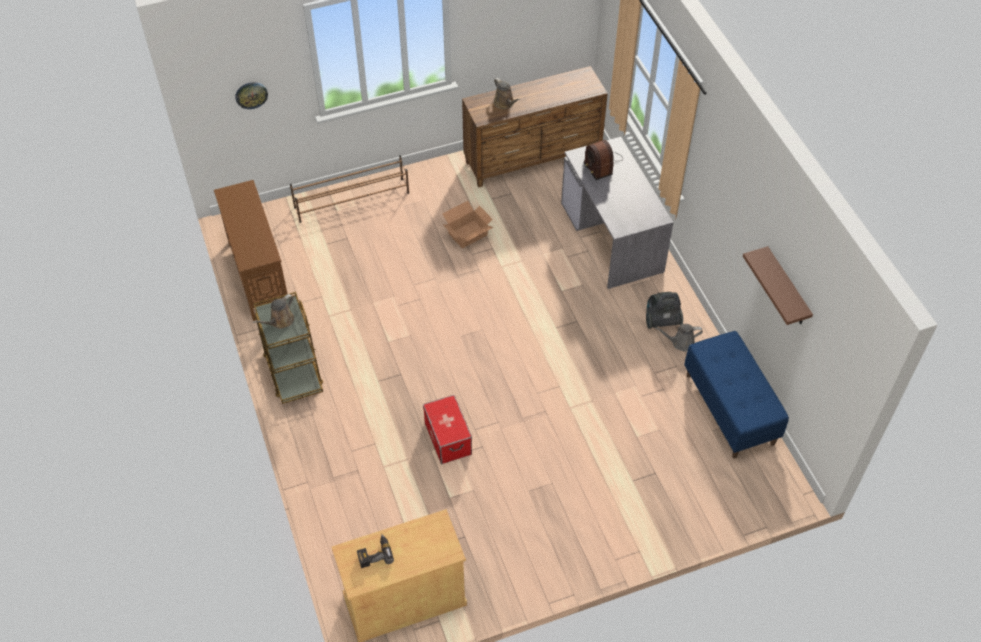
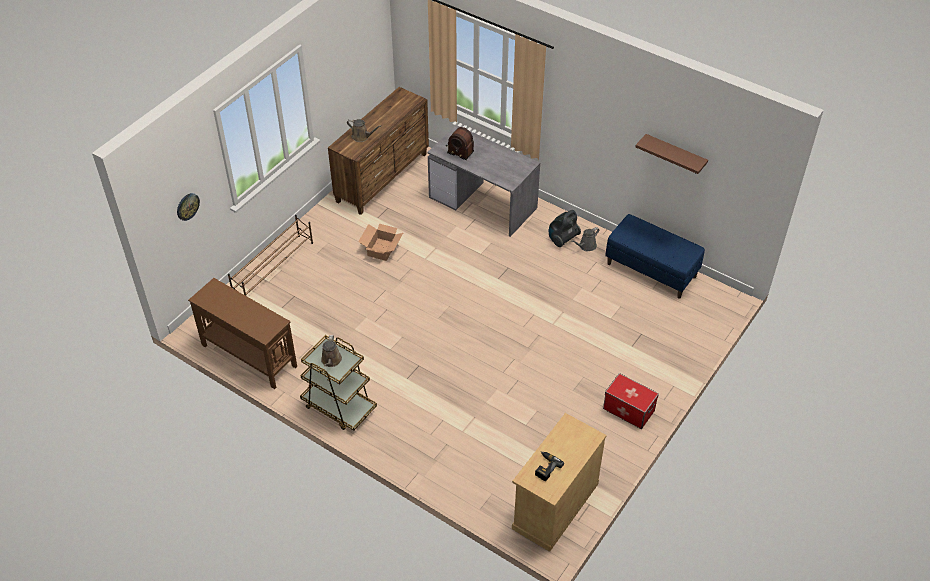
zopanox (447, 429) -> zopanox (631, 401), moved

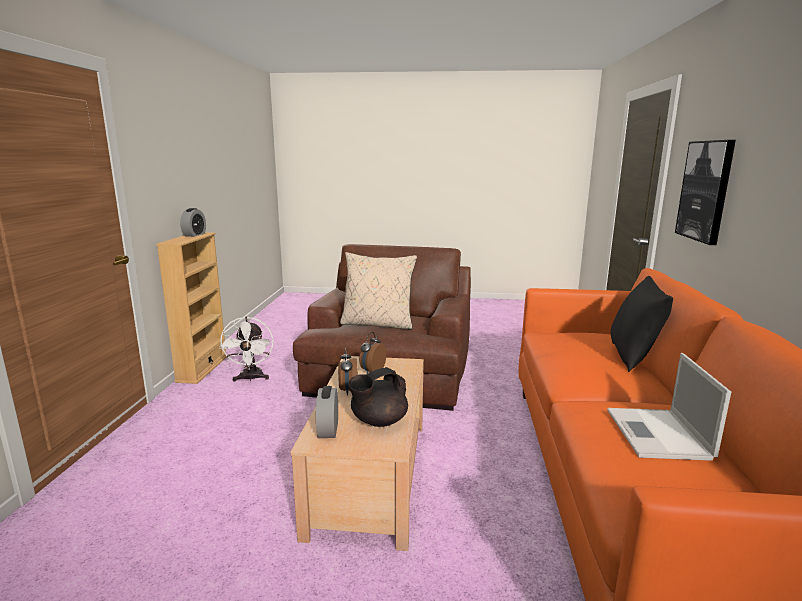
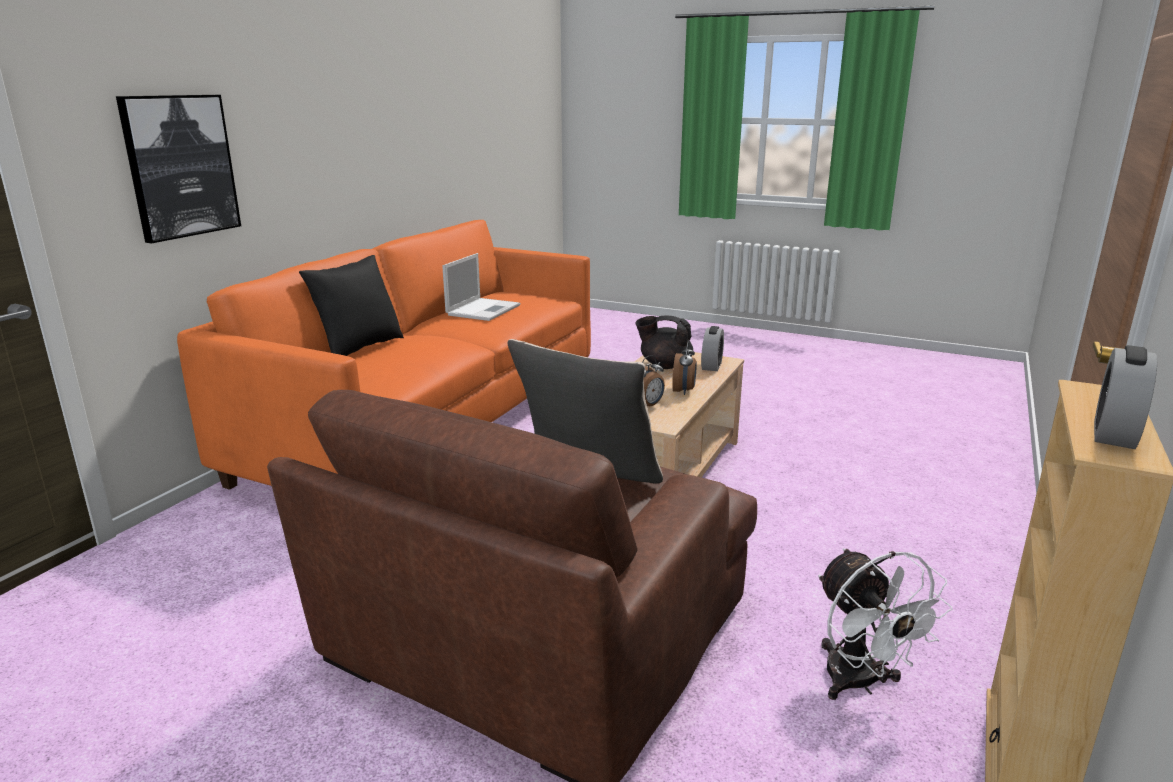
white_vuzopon (246, 349) -> white_vuzopon (885, 624), 150 degrees clockwise
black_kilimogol (378, 397) -> black_kilimogol (664, 342), 150 degrees counterclockwise

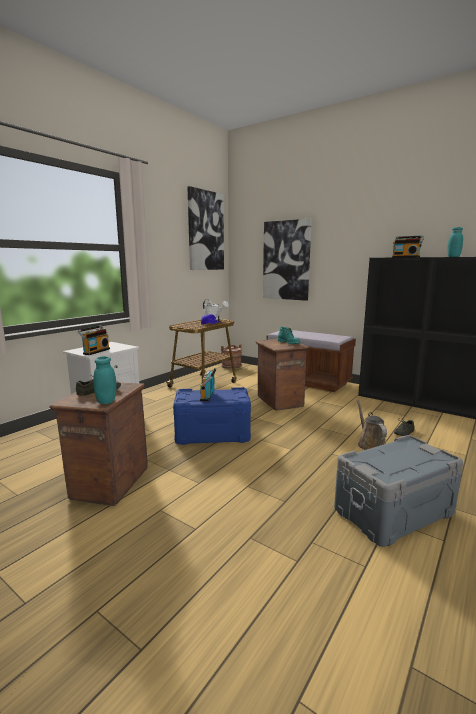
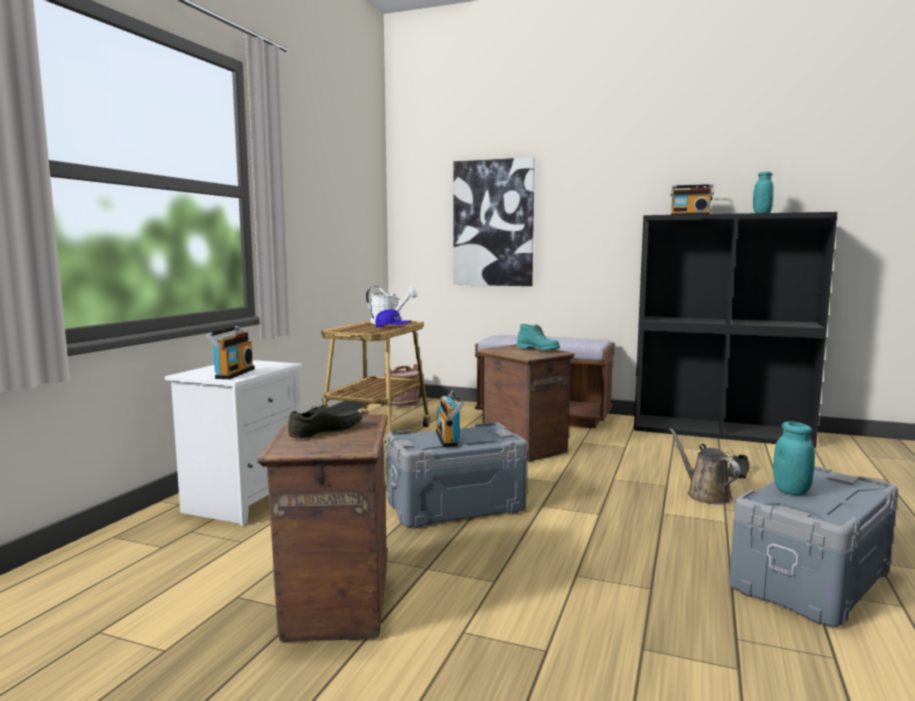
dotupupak (205, 228) -> none
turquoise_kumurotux (105, 380) -> turquoise_kumurotux (794, 459), moved
blue_zopanox (212, 416) -> grey_zopanox (456, 475)

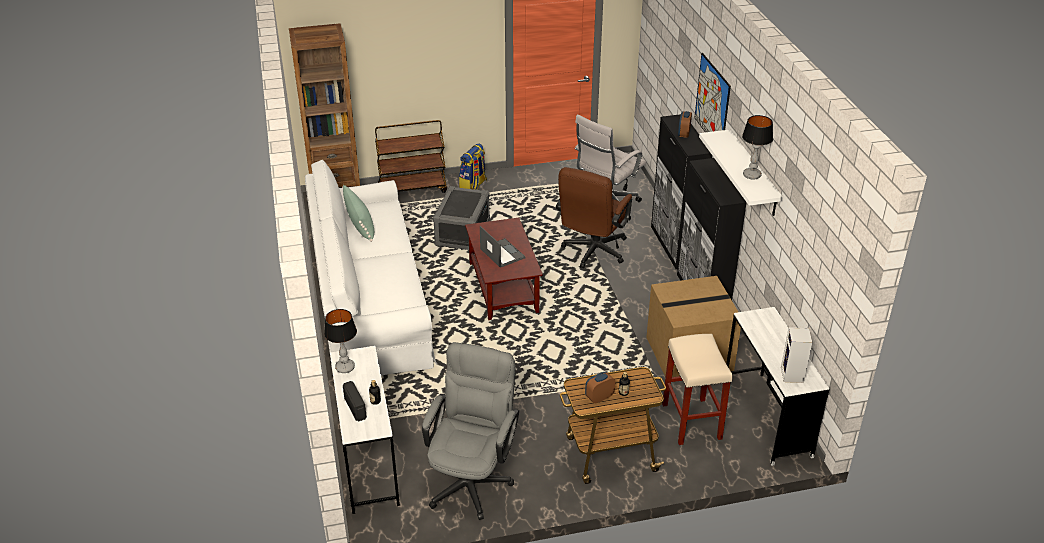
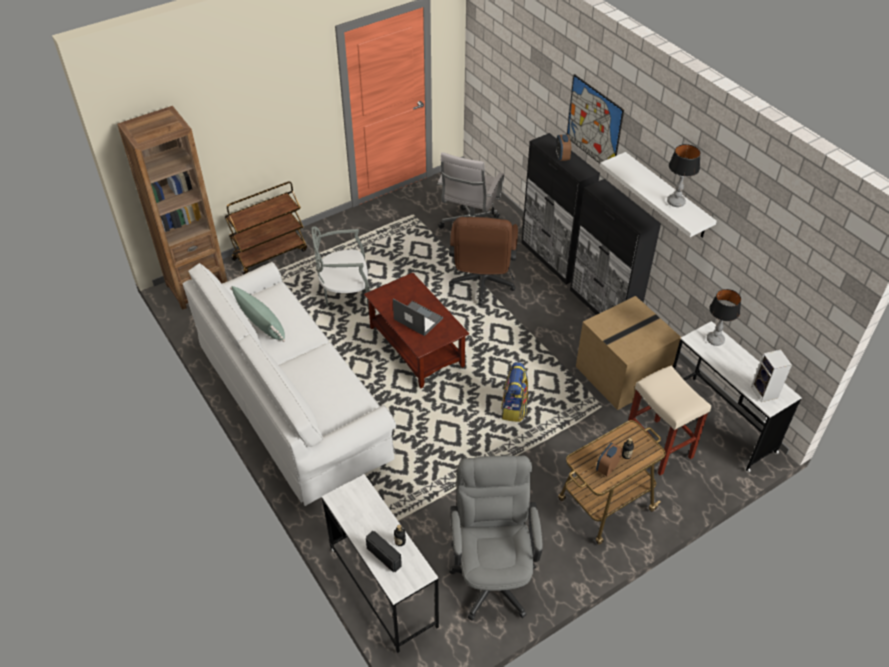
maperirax (340, 341) -> maperirax (724, 317), moved
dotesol (473, 166) -> dotesol (515, 392), moved
grey_zopanox (461, 218) -> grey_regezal (341, 268)

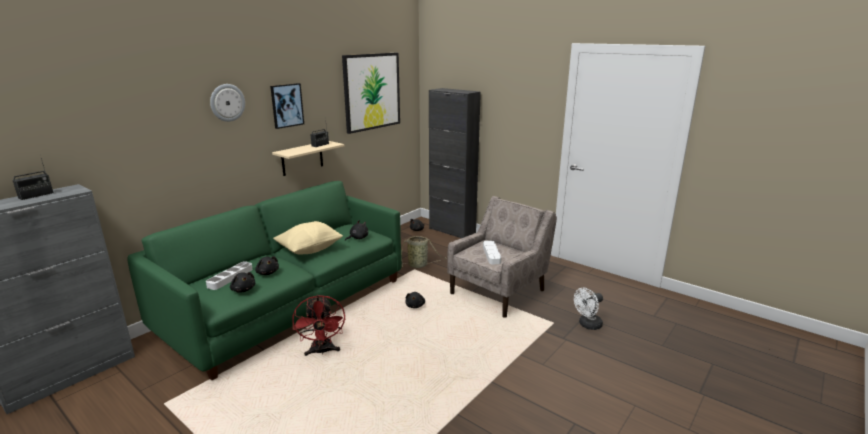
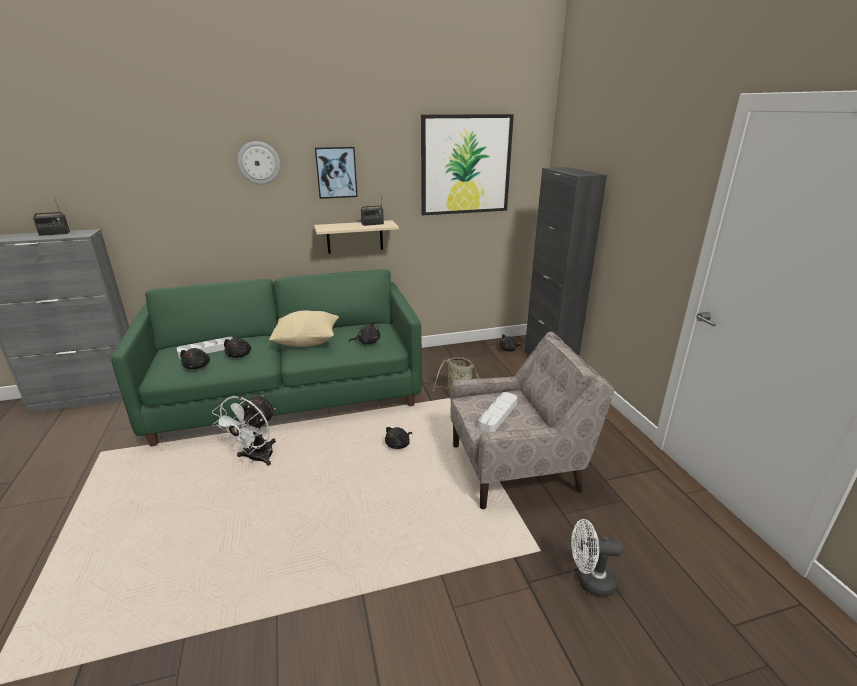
red_vuzopon (319, 325) -> white_vuzopon (244, 430)

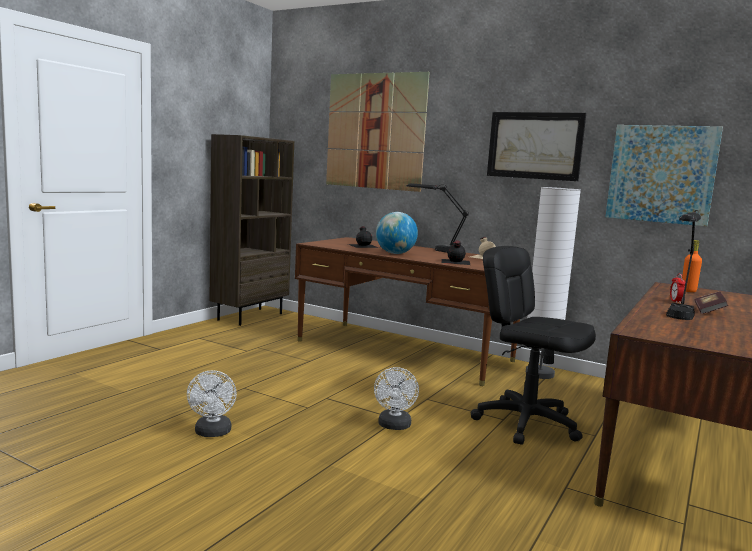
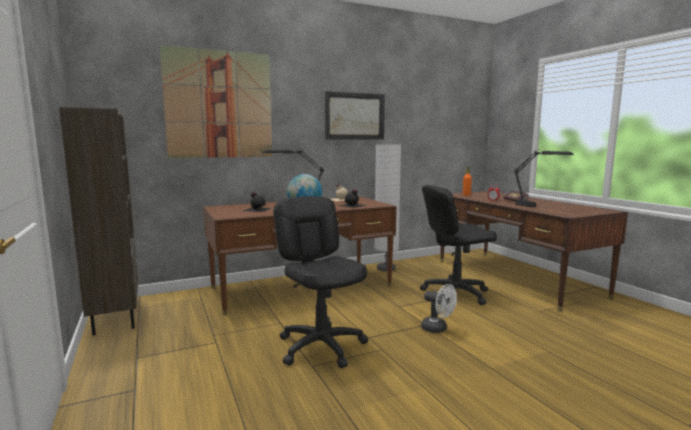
white_vuzopon (212, 403) -> none
dotupupak (664, 175) -> none
none -> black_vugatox (320, 282)

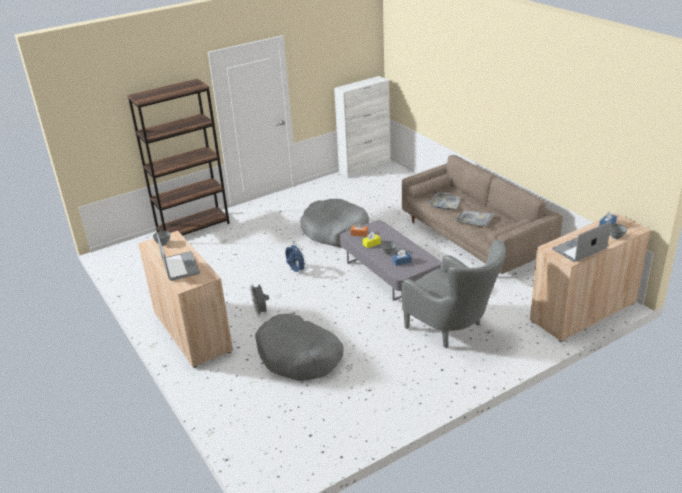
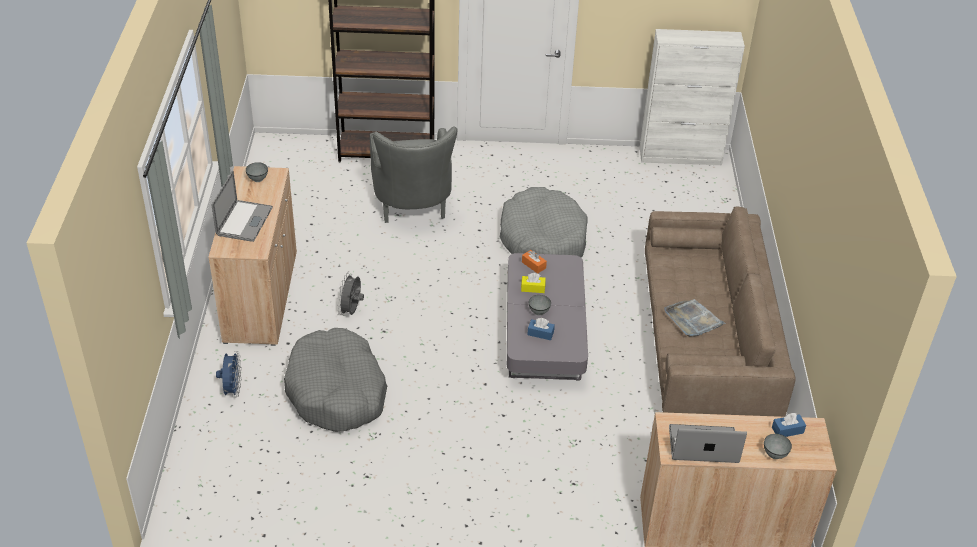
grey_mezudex (445, 201) -> none
blue_vuzopon (296, 257) -> blue_vuzopon (229, 374), moved
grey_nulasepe (453, 294) -> grey_nulasepe (414, 174), moved

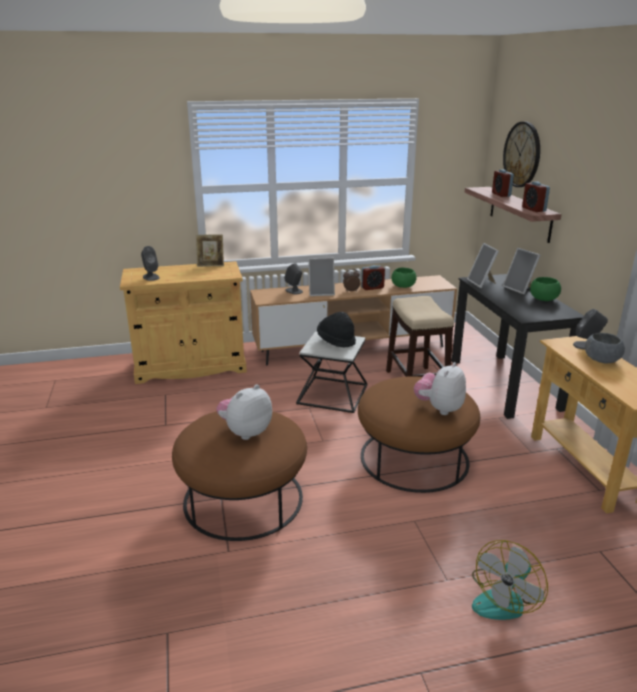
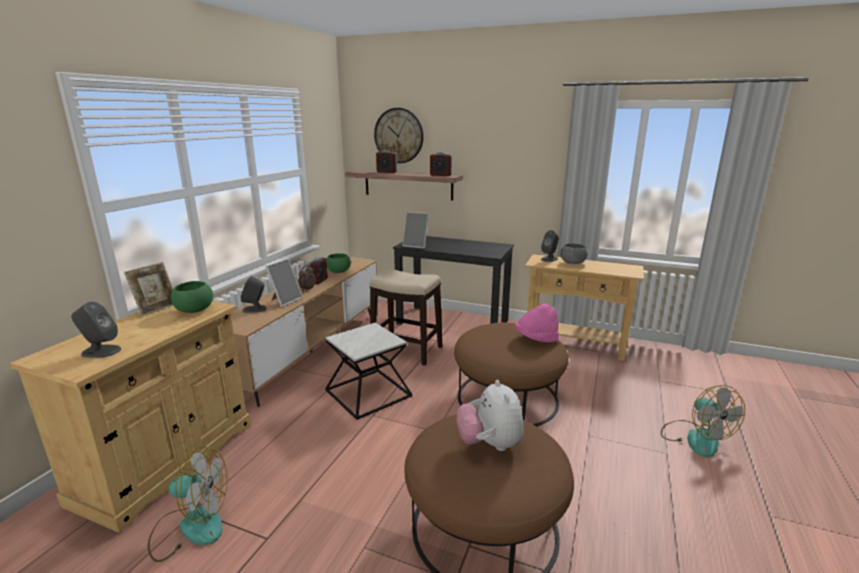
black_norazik (336, 329) -> none
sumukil (521, 271) -> none
none -> vuzopon (188, 504)
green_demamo (545, 289) -> green_demamo (192, 297), moved
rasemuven (440, 388) -> pink_norazik (537, 323)

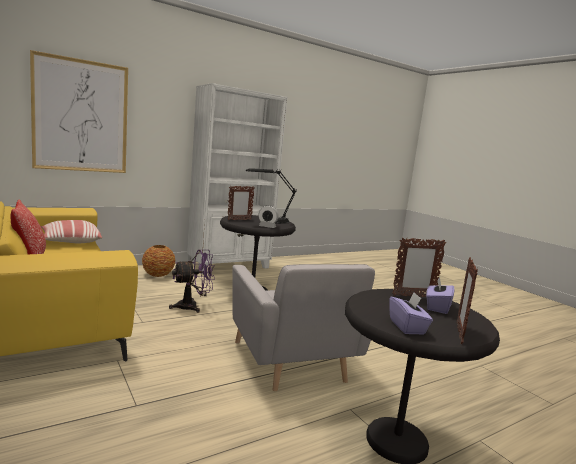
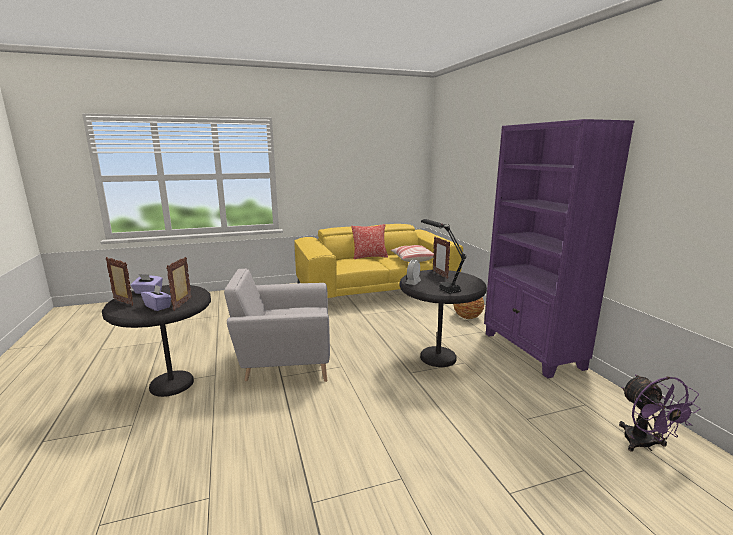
dotupupak (79, 111) -> none
purple_vuzopon (192, 281) -> purple_vuzopon (660, 413), moved
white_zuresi (237, 178) -> purple_zuresi (559, 248)

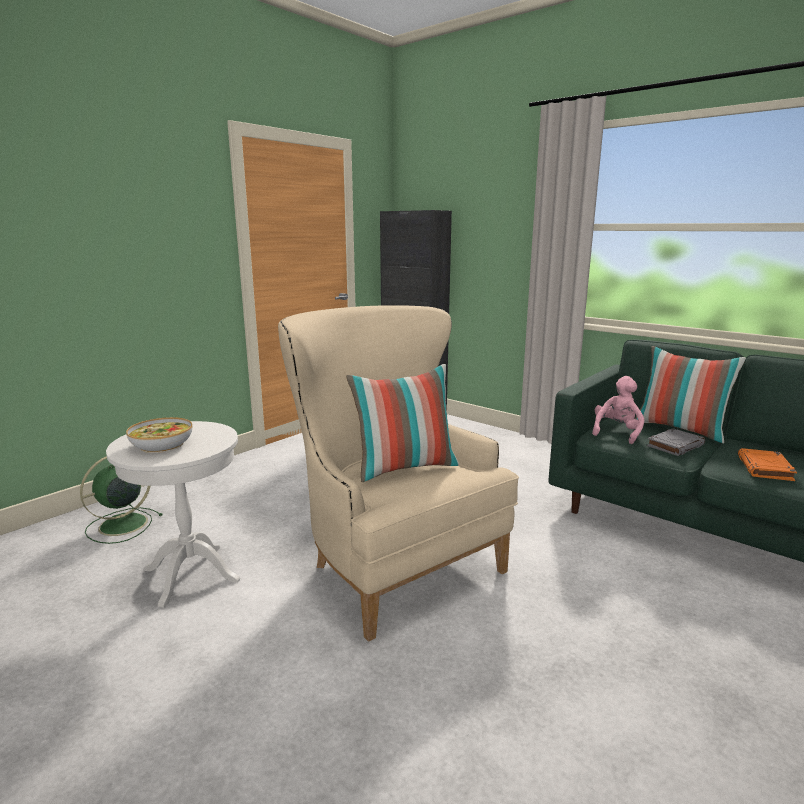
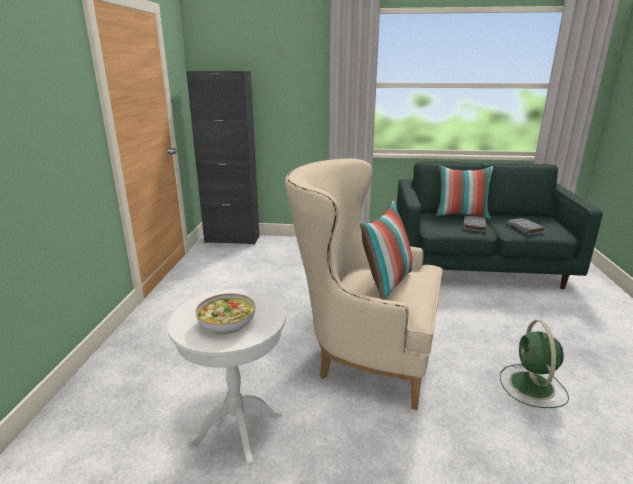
pink_rasemuven (618, 410) -> none
green_vuzopon (121, 500) -> green_vuzopon (534, 364), moved
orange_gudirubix (767, 464) -> grey_gudirubix (526, 226)

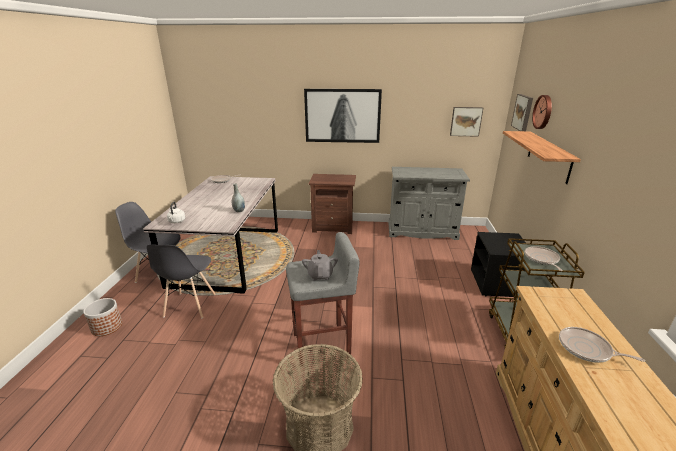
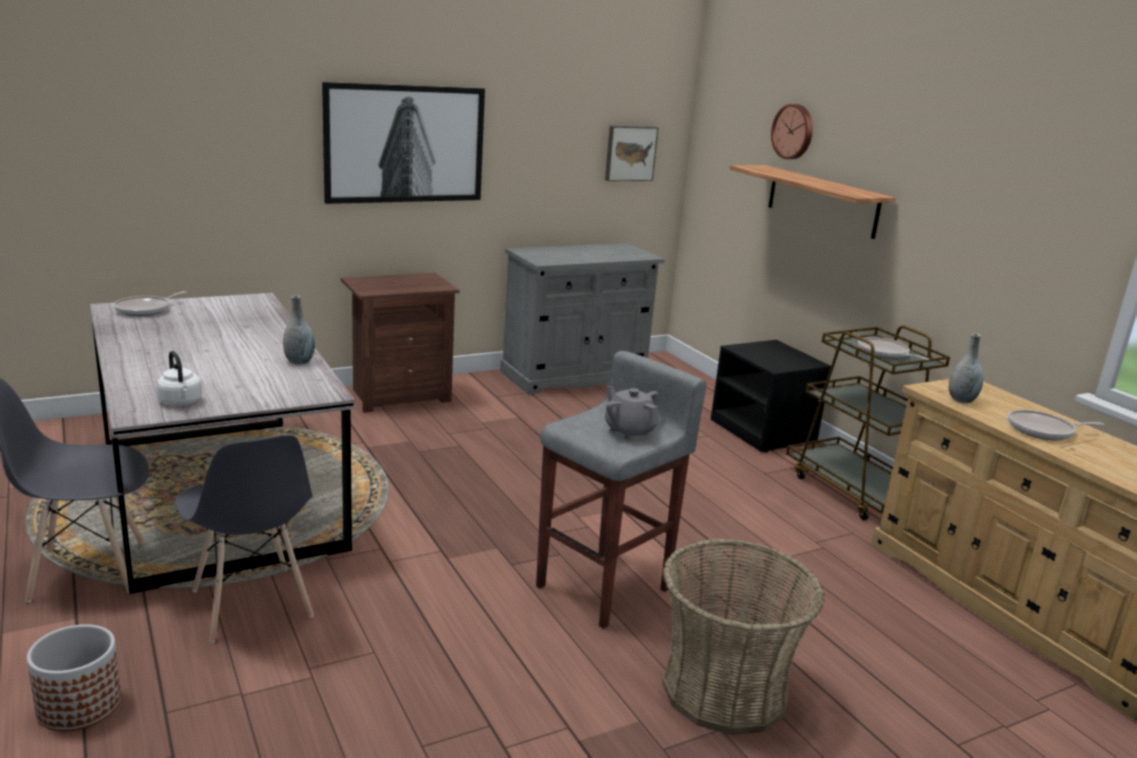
dotupupak (522, 112) -> none
none -> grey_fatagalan (966, 368)

